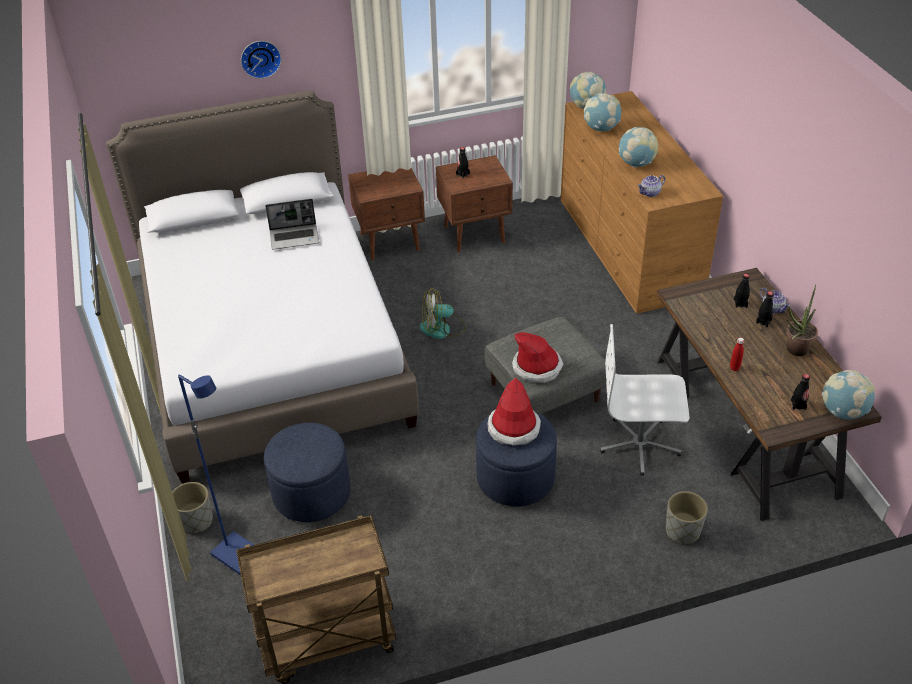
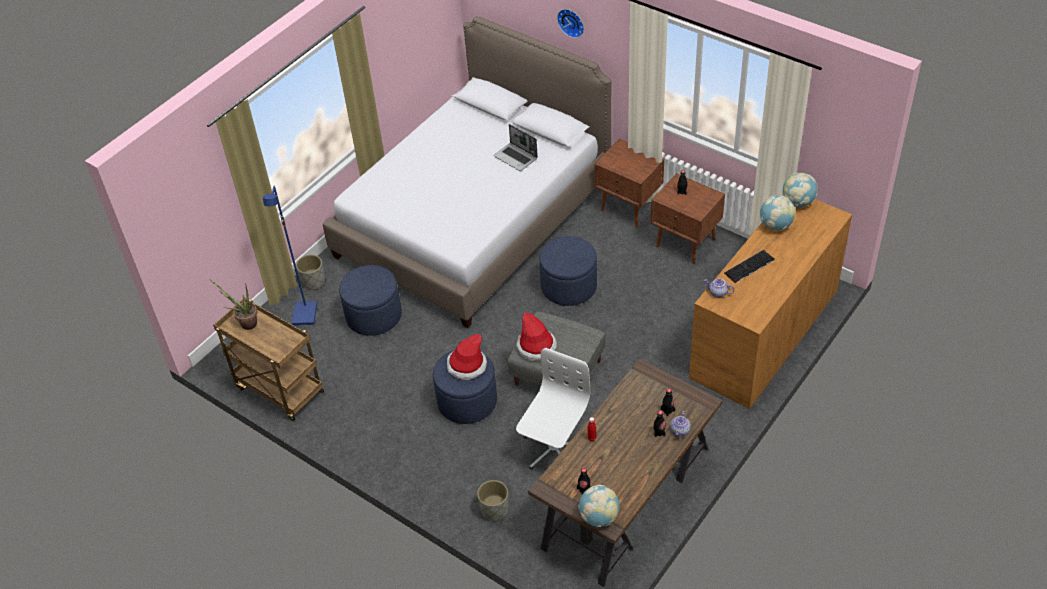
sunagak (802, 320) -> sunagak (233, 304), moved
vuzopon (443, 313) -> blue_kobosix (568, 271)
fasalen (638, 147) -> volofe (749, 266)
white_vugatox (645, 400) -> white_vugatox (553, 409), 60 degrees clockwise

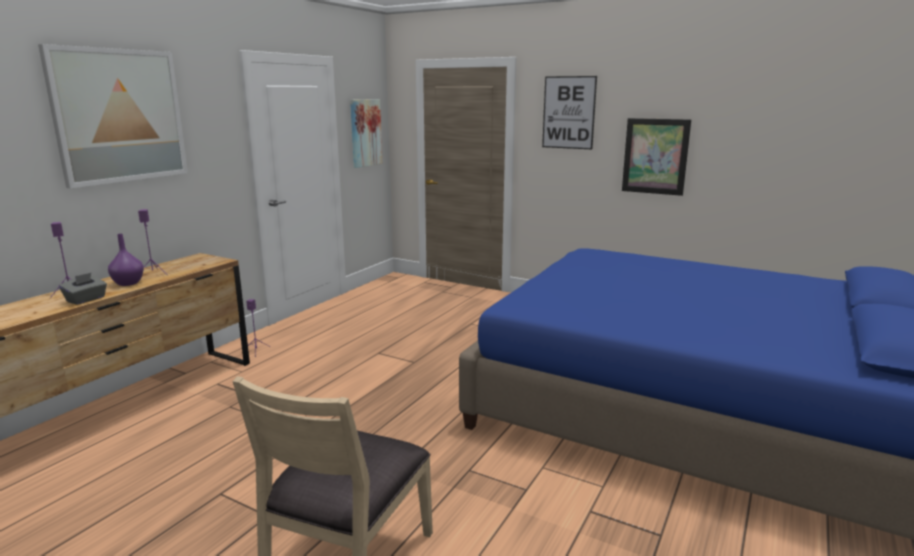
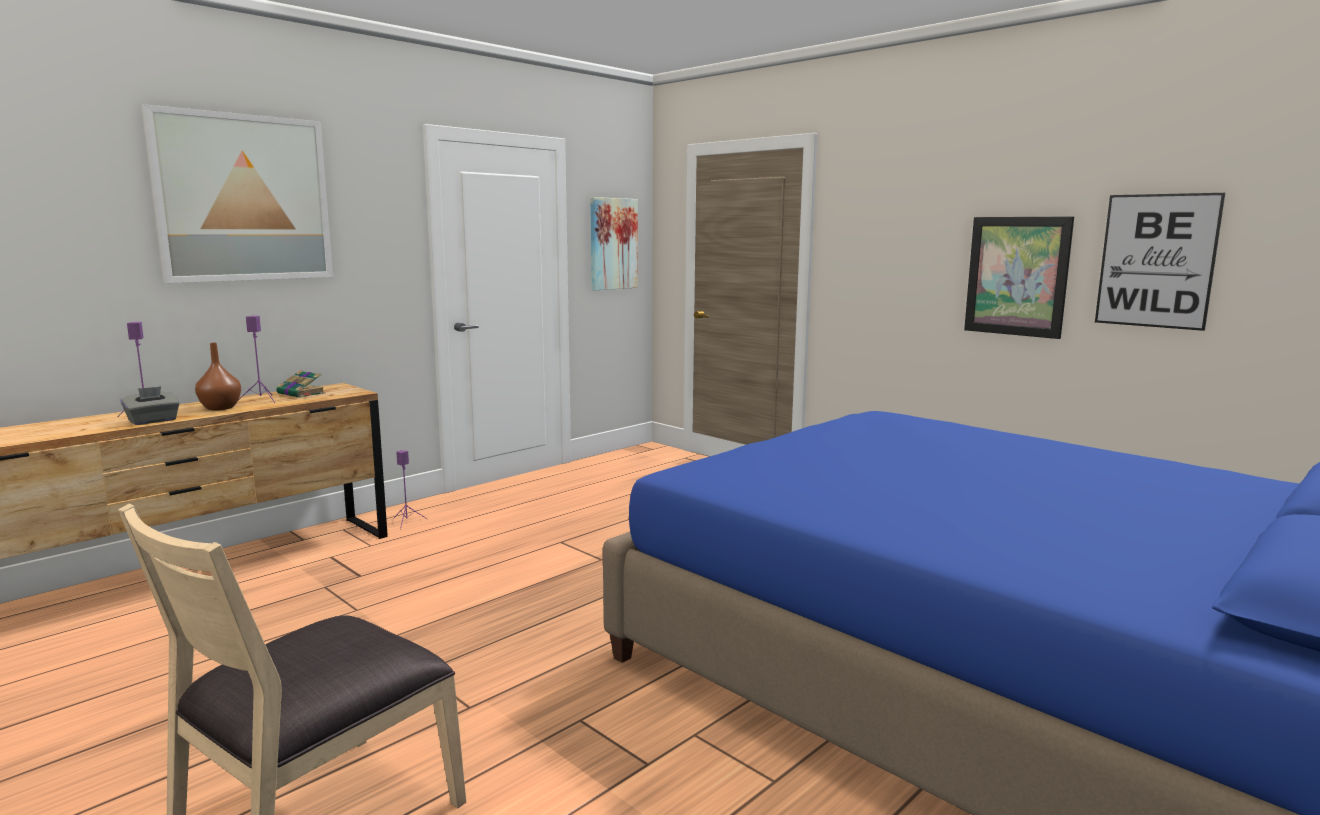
none -> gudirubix (300, 384)
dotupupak (569, 112) -> dotupupak (1160, 262), moved
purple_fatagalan (126, 260) -> brown_fatagalan (218, 377)

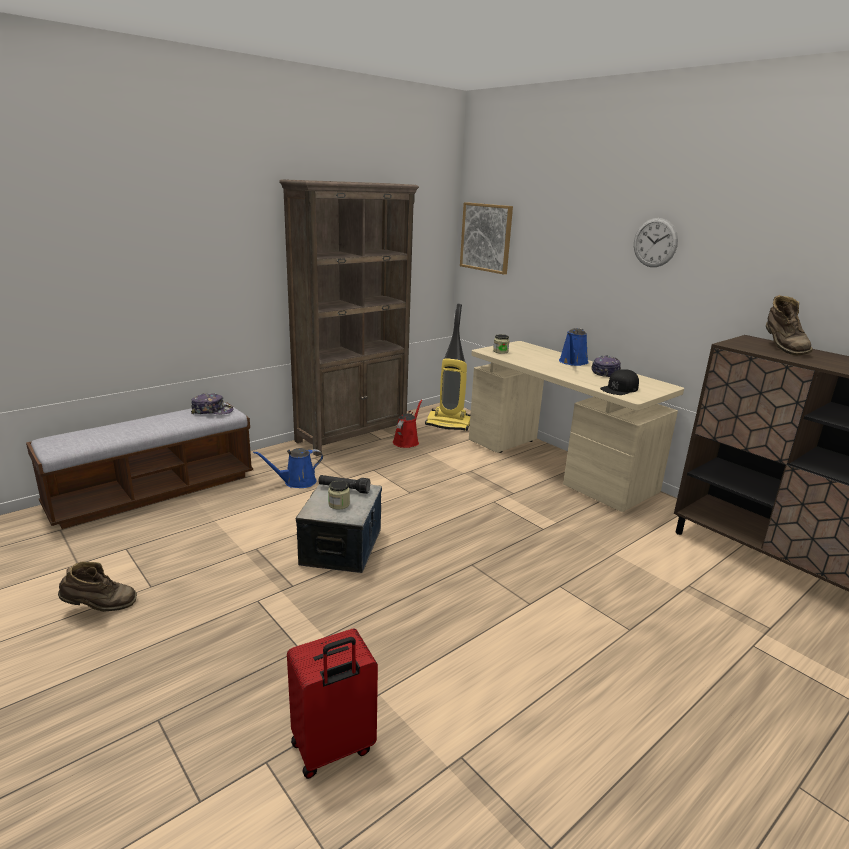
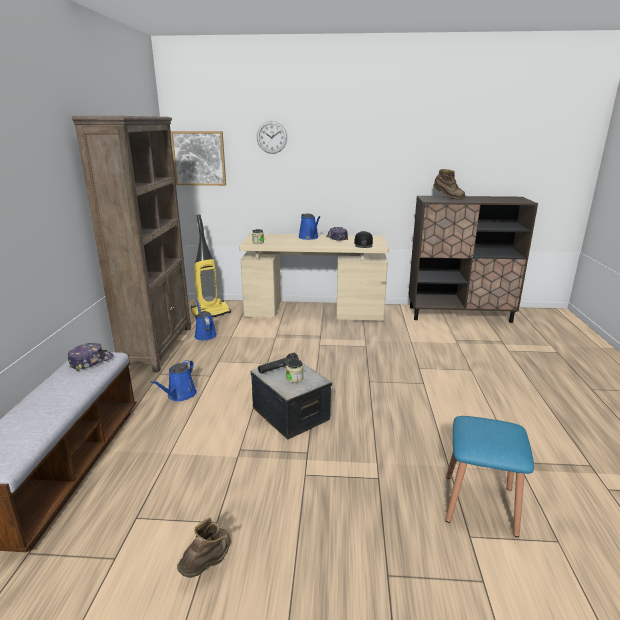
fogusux (656, 242) -> fogusux (272, 137), moved
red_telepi (332, 704) -> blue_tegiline (489, 476)
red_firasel (407, 424) -> blue_firasel (205, 319)

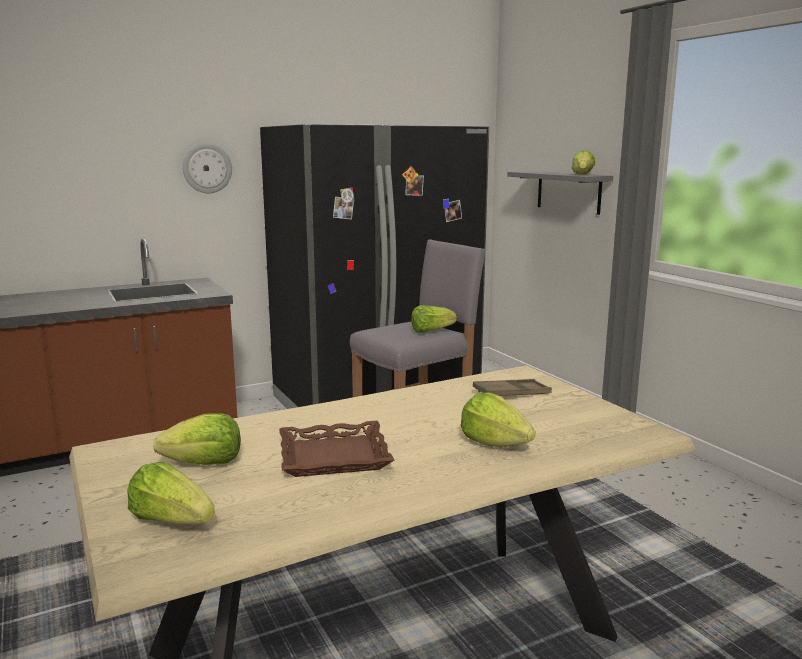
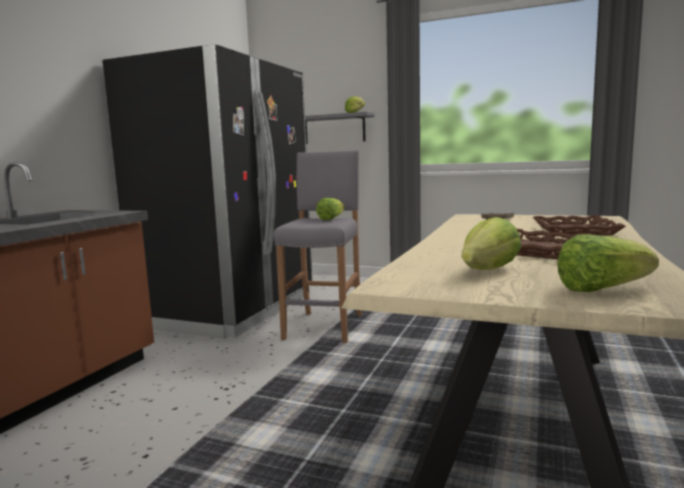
fogusux (207, 168) -> none
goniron (498, 419) -> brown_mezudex (579, 225)

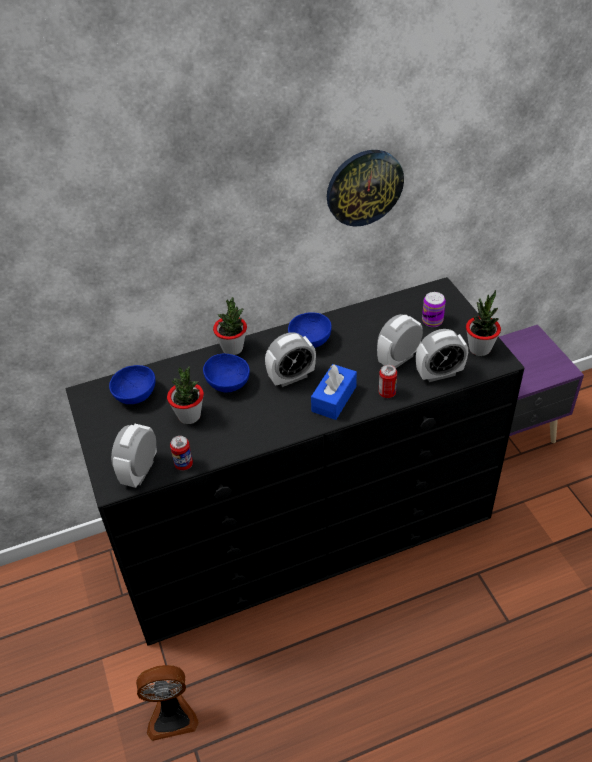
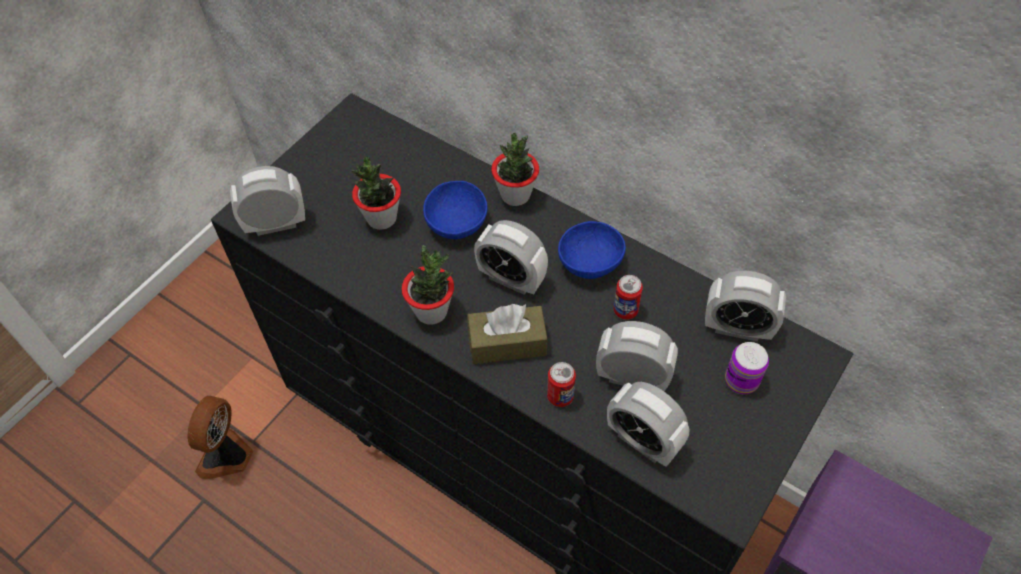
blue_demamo (132, 384) -> none
fogusux (365, 188) -> none
none -> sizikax (745, 306)
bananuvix (181, 453) -> bananuvix (628, 297), moved
sunagak (483, 323) -> sunagak (428, 285), moved
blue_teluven (334, 392) -> brown_teluven (507, 334)
vuzopon (167, 703) -> vuzopon (220, 437), 60 degrees clockwise

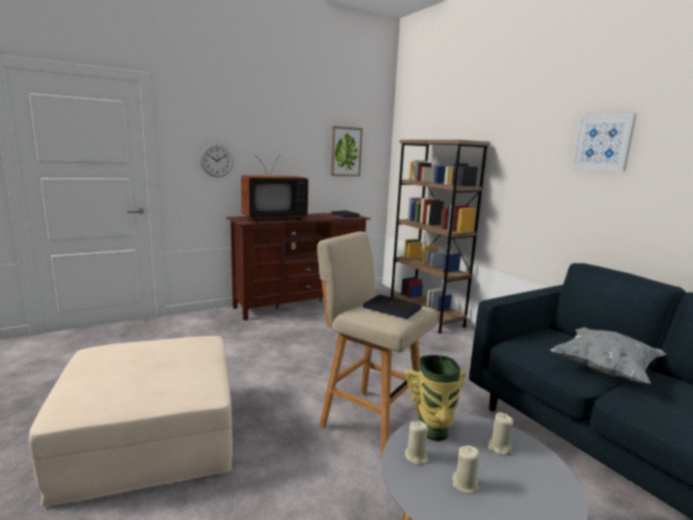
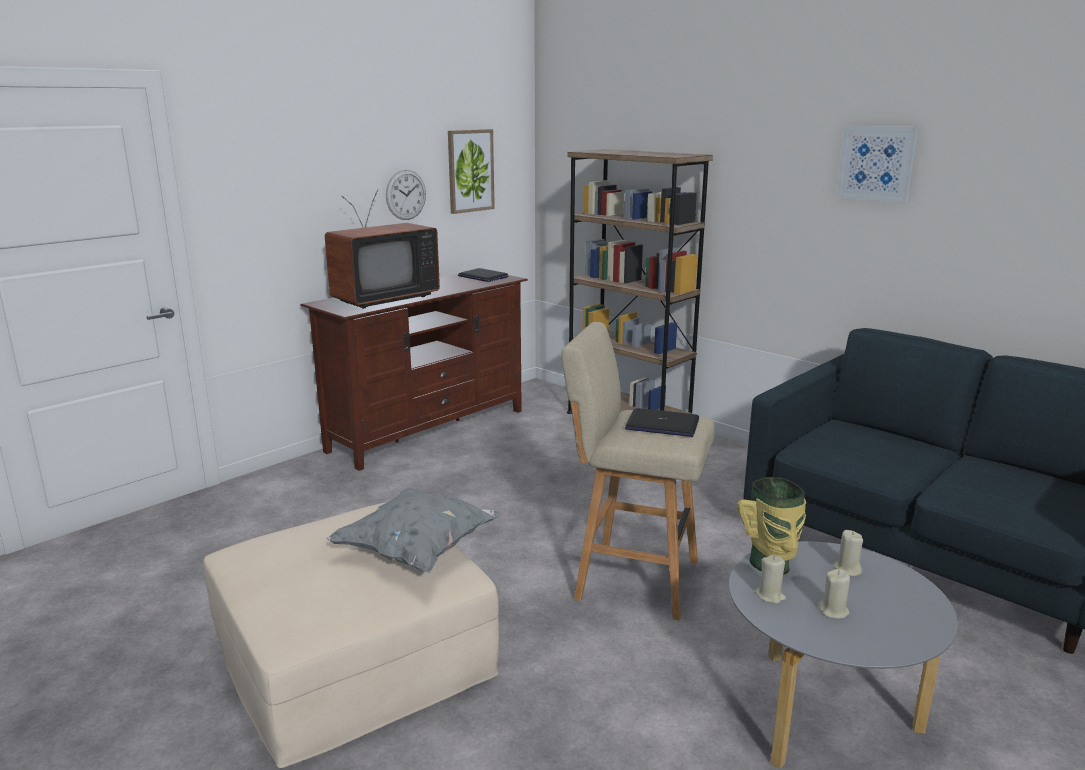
fogusux (216, 160) -> fogusux (406, 195), moved
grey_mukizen (608, 355) -> grey_mukizen (413, 530), moved

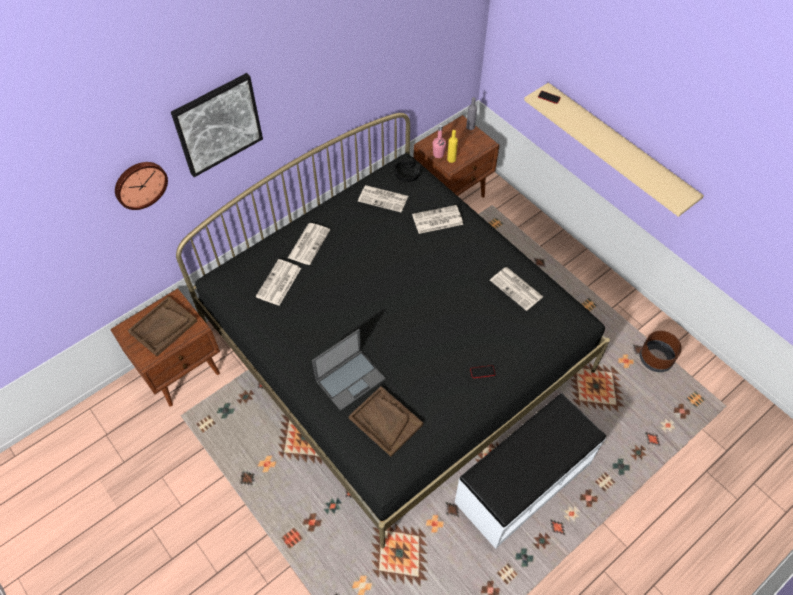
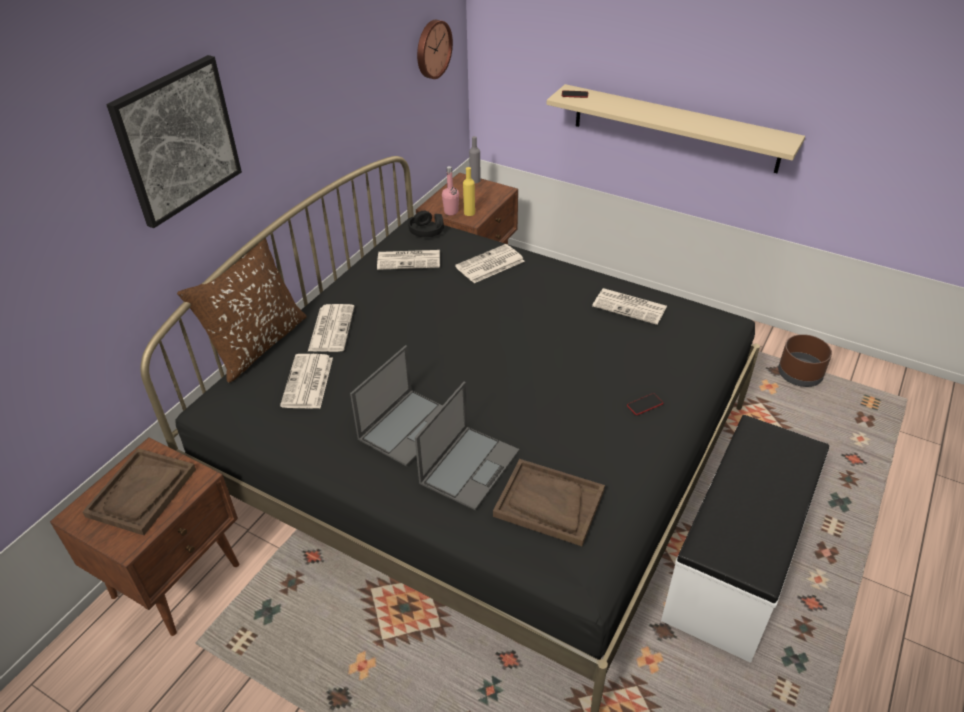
none -> brown_mukizen (242, 310)
none -> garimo (396, 405)
fogusux (141, 186) -> fogusux (435, 49), moved

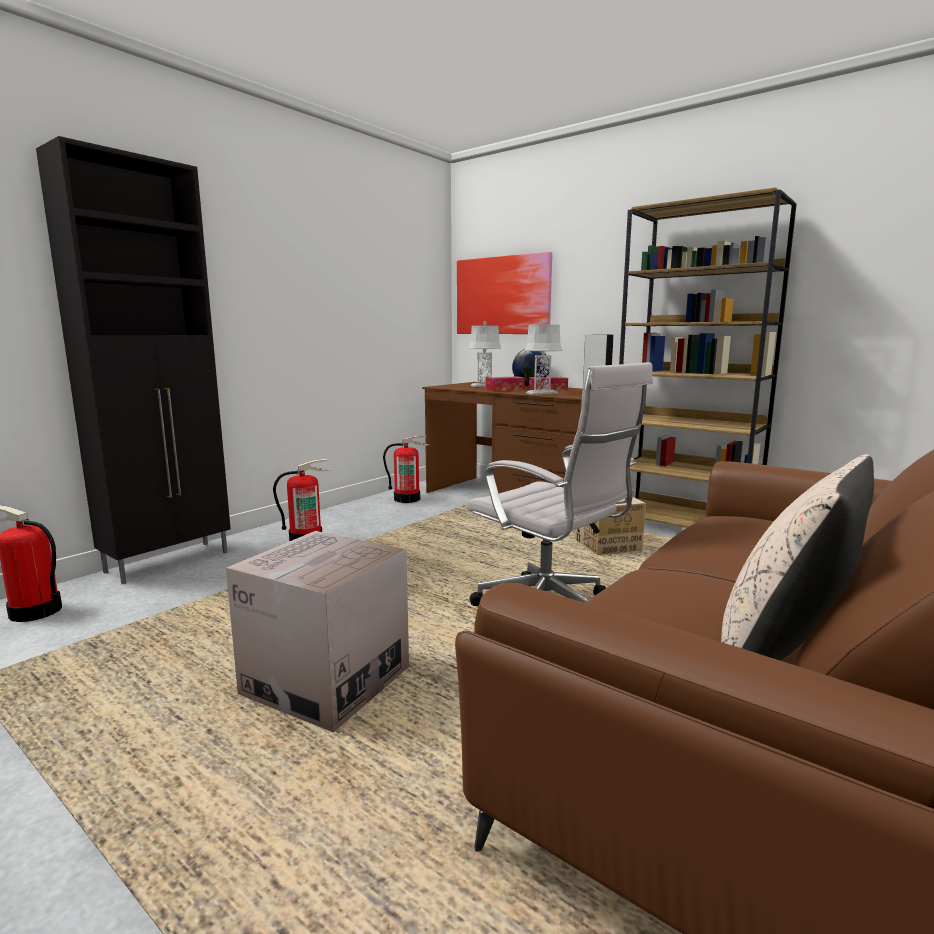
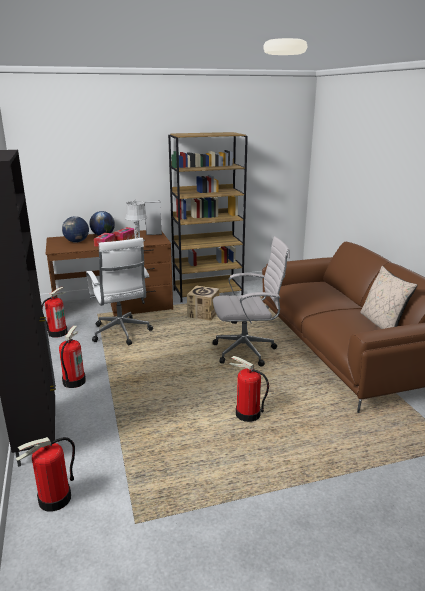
dotupupak (504, 293) -> none
none -> white_vugatox (119, 291)
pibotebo (317, 631) -> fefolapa (249, 389)
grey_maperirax (485, 354) -> fasalen (75, 229)

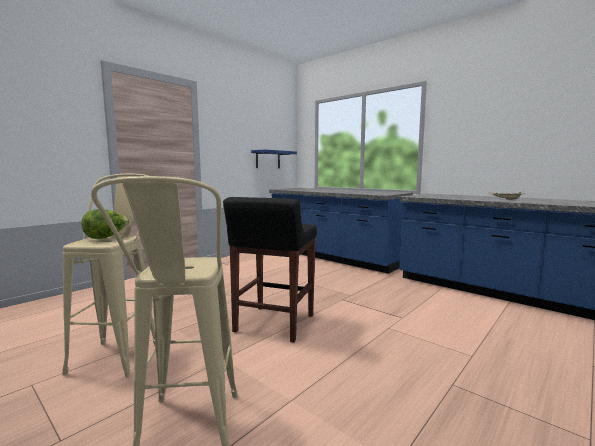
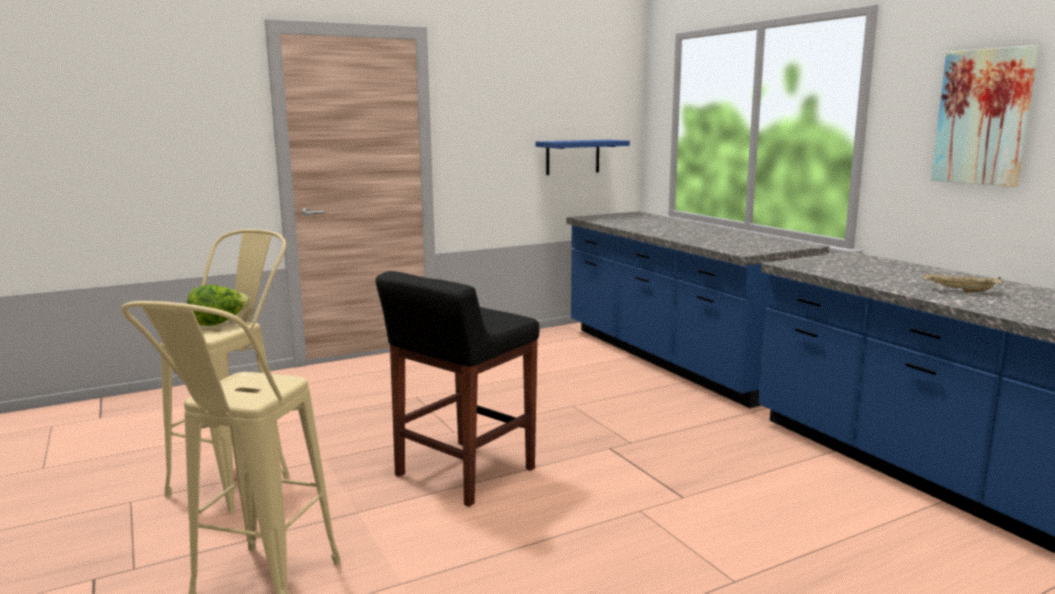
none -> dotupupak (985, 116)

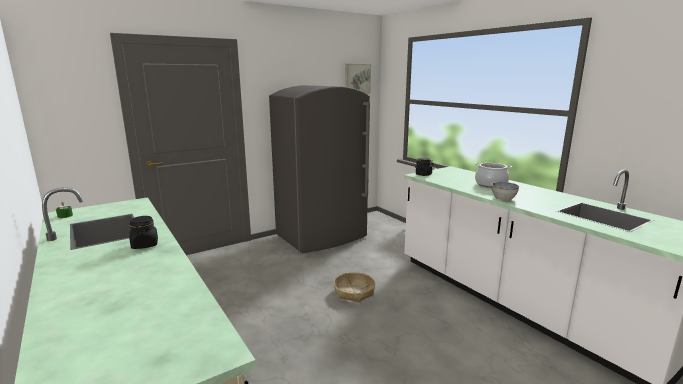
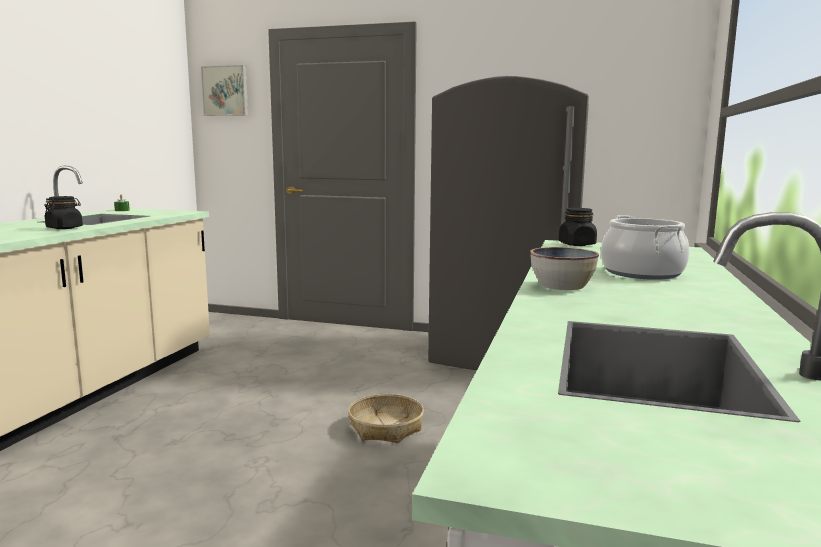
dotupupak (358, 79) -> dotupupak (224, 90), moved

